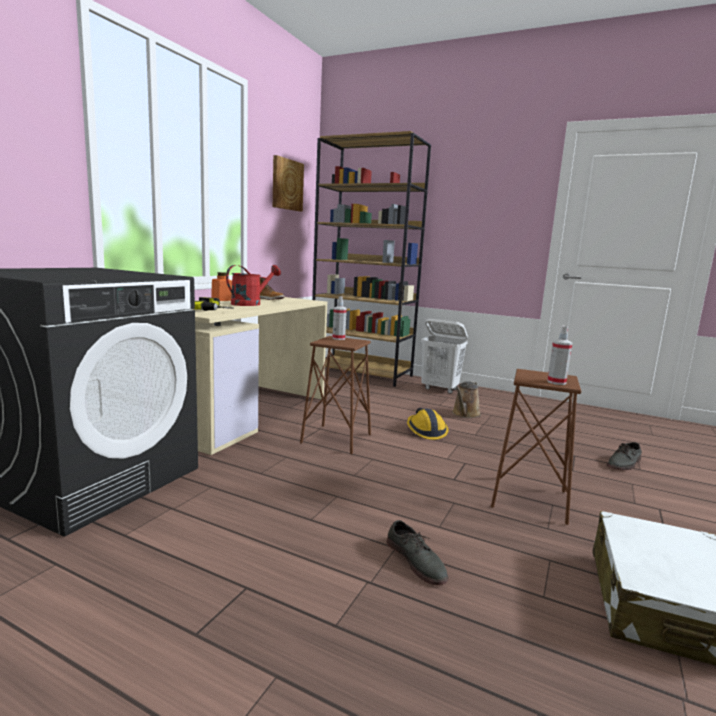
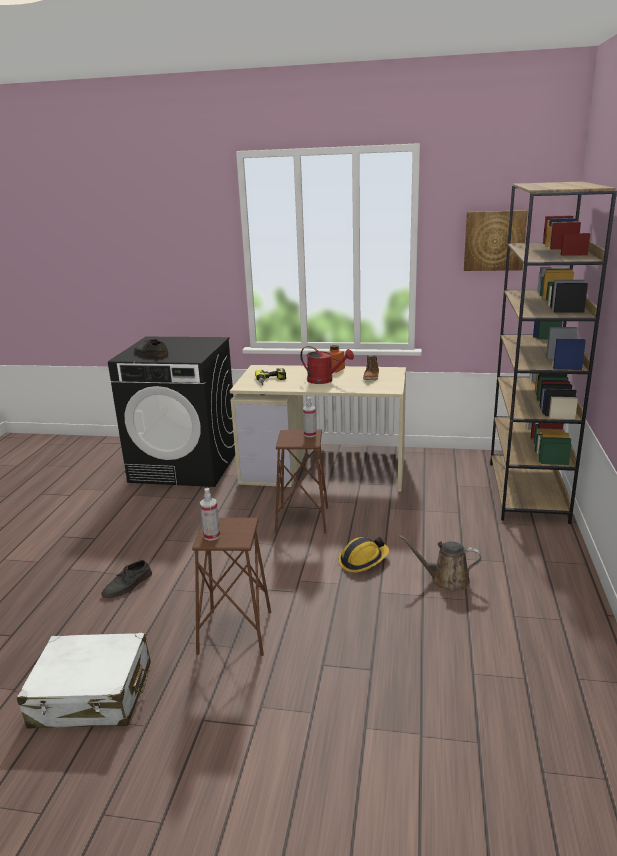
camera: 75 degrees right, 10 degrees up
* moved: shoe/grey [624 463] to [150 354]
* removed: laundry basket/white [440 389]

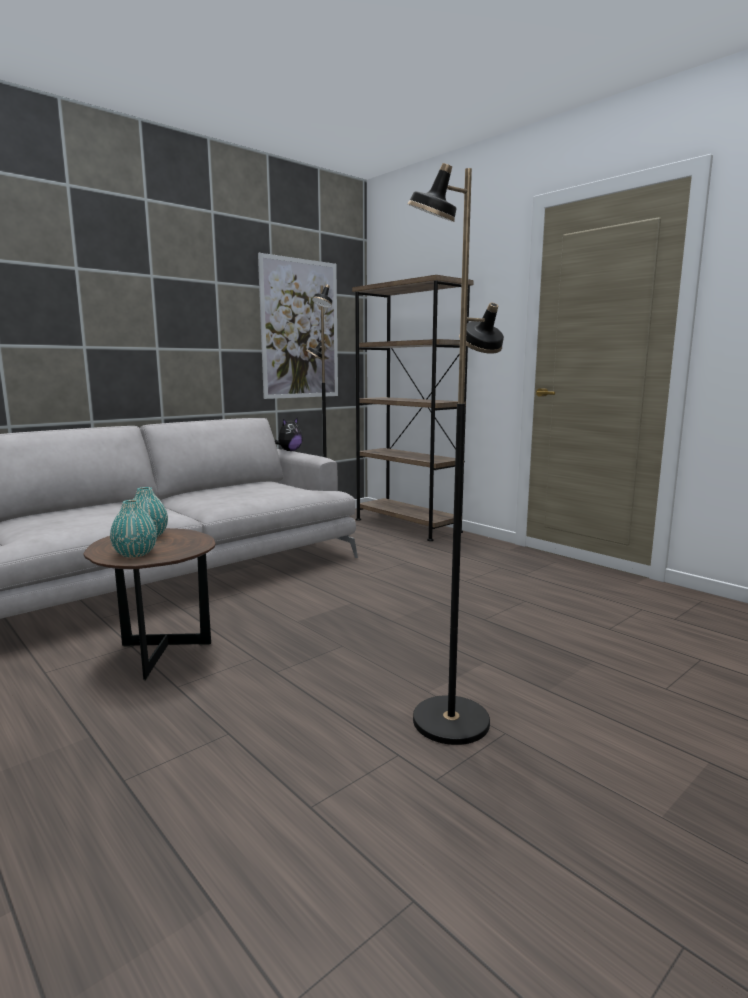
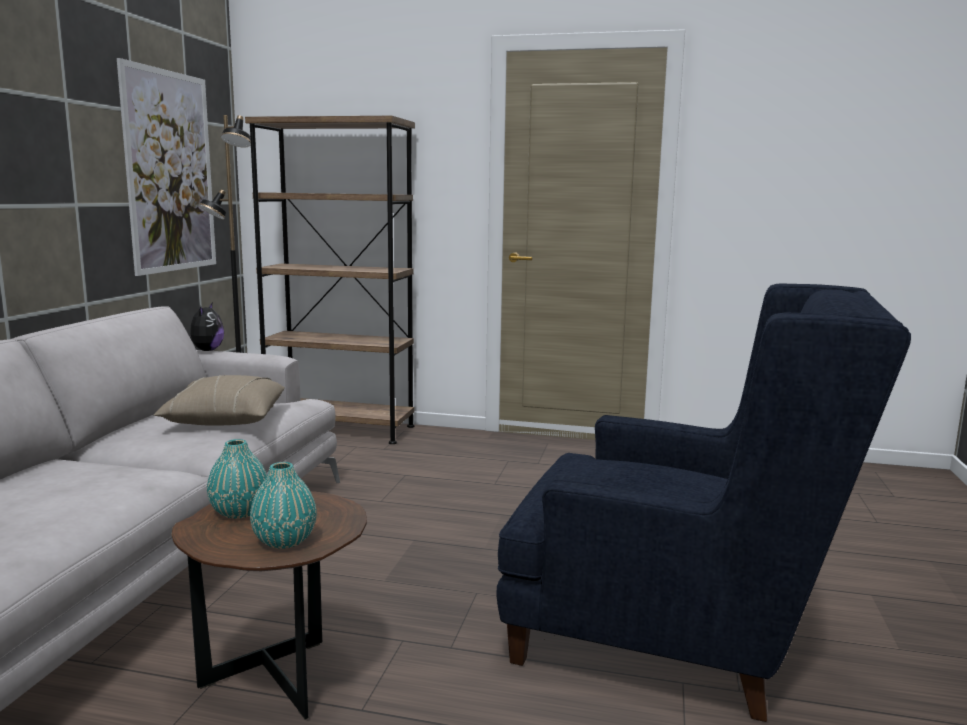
camera: 35 degrees left, 0 degrees up
* added: pillow/beige [225 419]
* replaced: floor lamp/black [449 720] to armchair/blue [676 633]

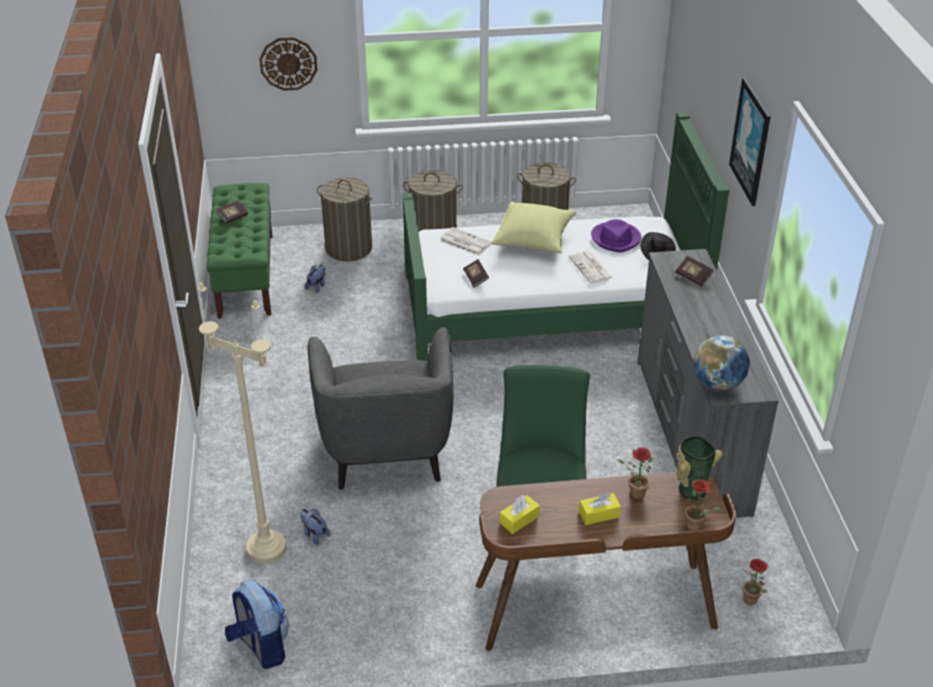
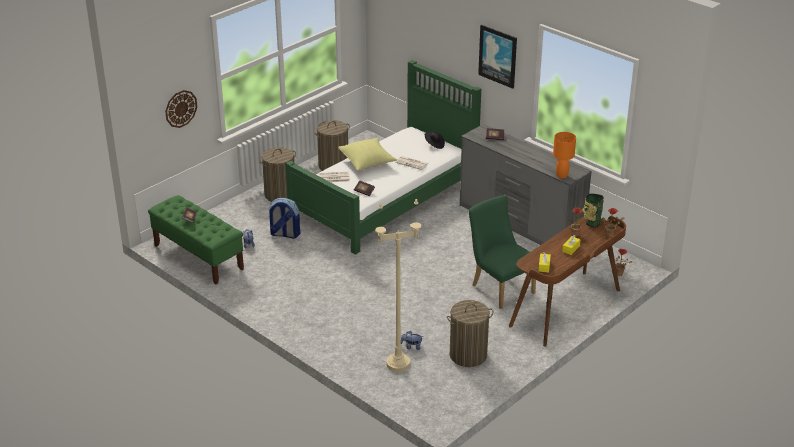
camera: 40 degrees left, 5 degrees down
* moved: backpack [261 647] to [284 234]
* moved: laundry basket [348 248] to [468 355]
* replaced: globe [718 384] to table lamp/orange [562 175]
* removed: armchair/grey [386 448]
* removed: hat/purple [616 239]

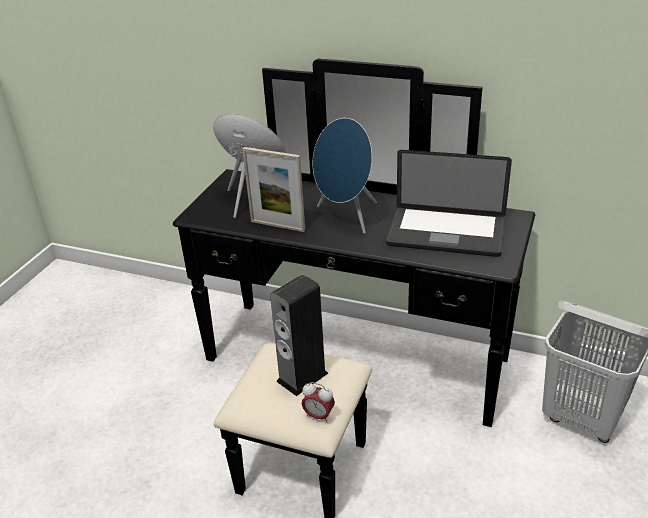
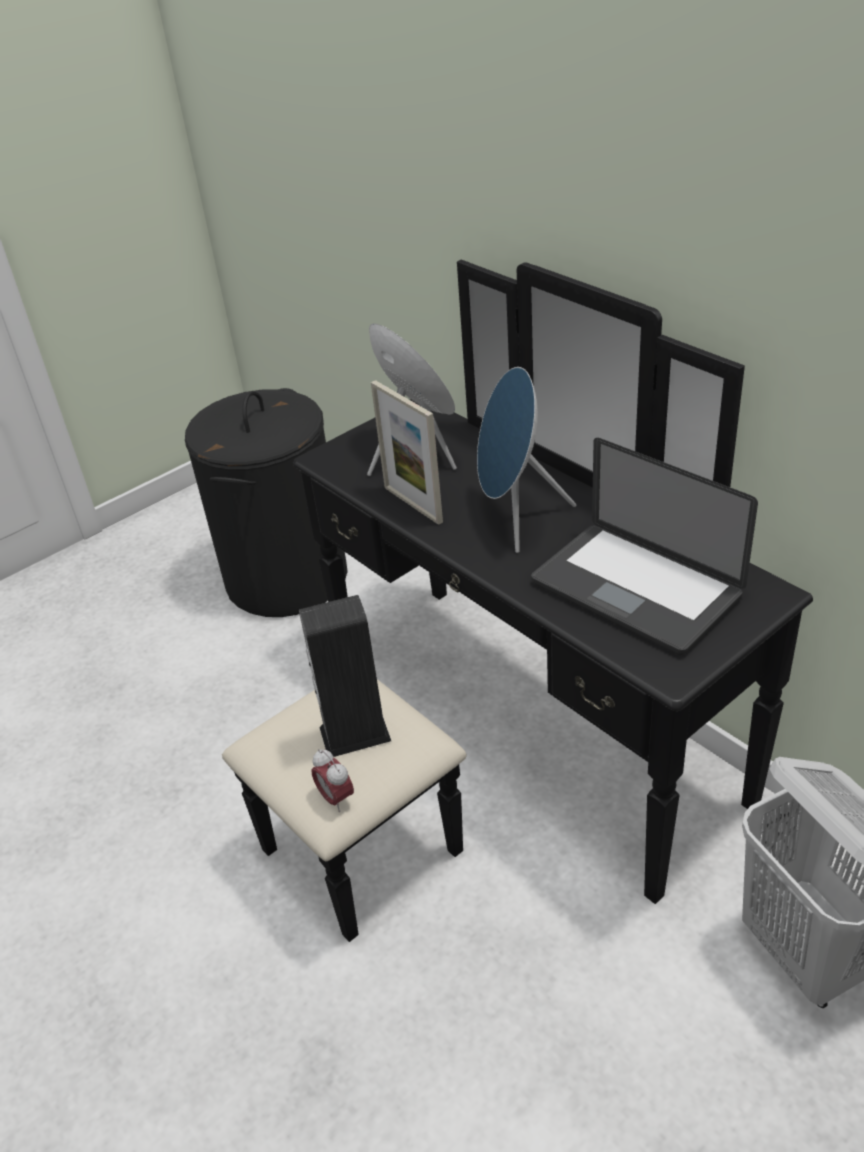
camera: 30 degrees right, 5 degrees up
* added: laundry basket/black [287 578]

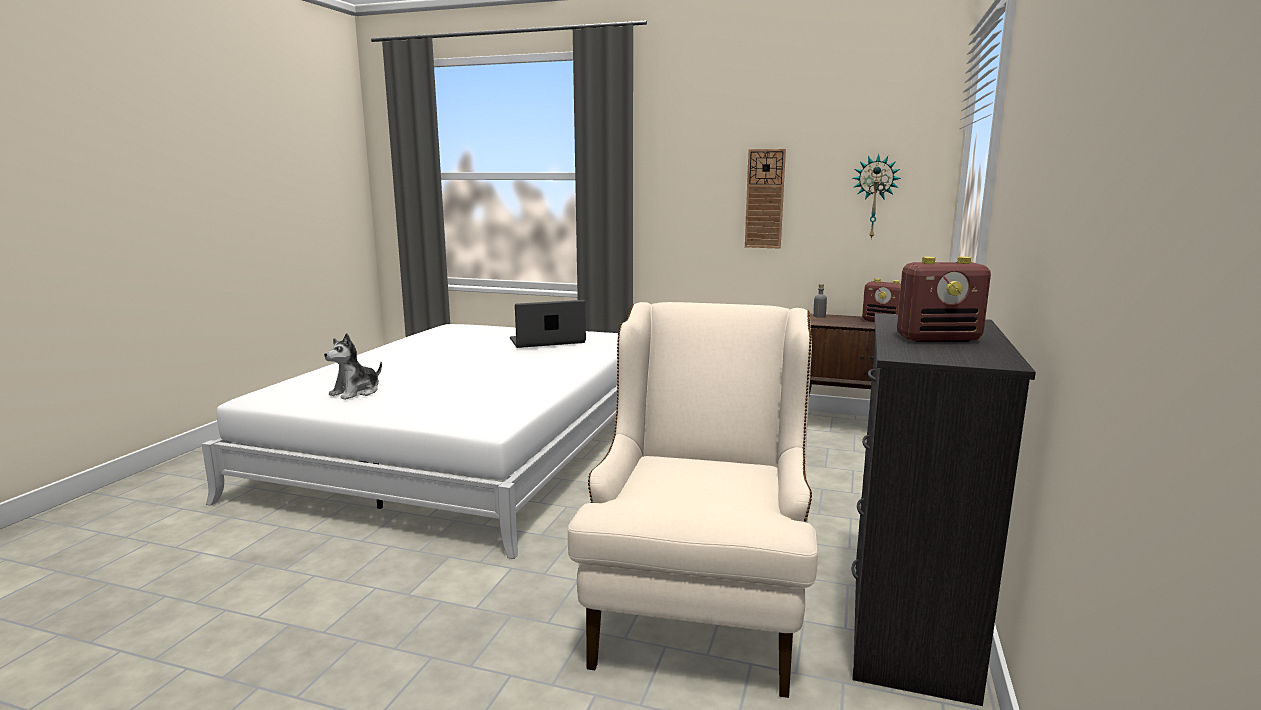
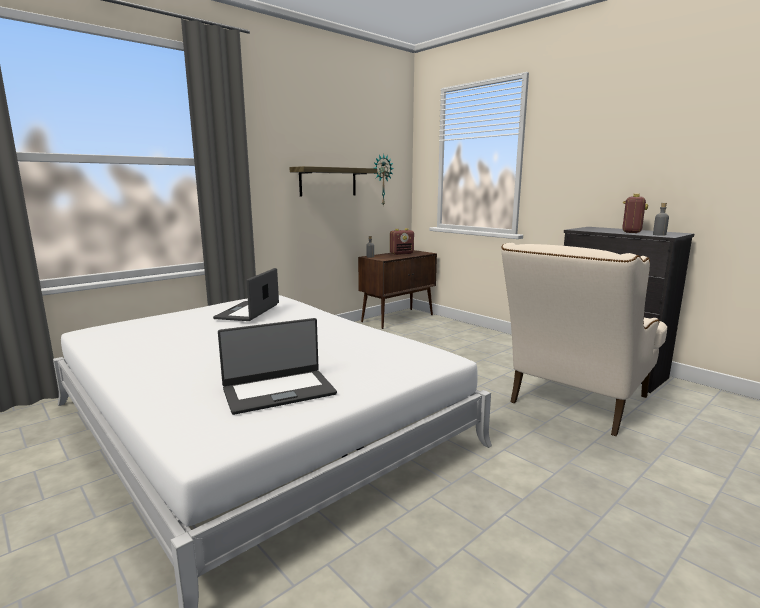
camera: 60 degrees left, 0 degrees up
* replaced: plush toy [356 392] to laptop [278 391]
* replaced: wall clock [764 199] to shelf [328 182]
* turned: armchair/beige [700 602] = [573 404] 90 degrees counterclockwise
* added: bottle/grey [659 234]

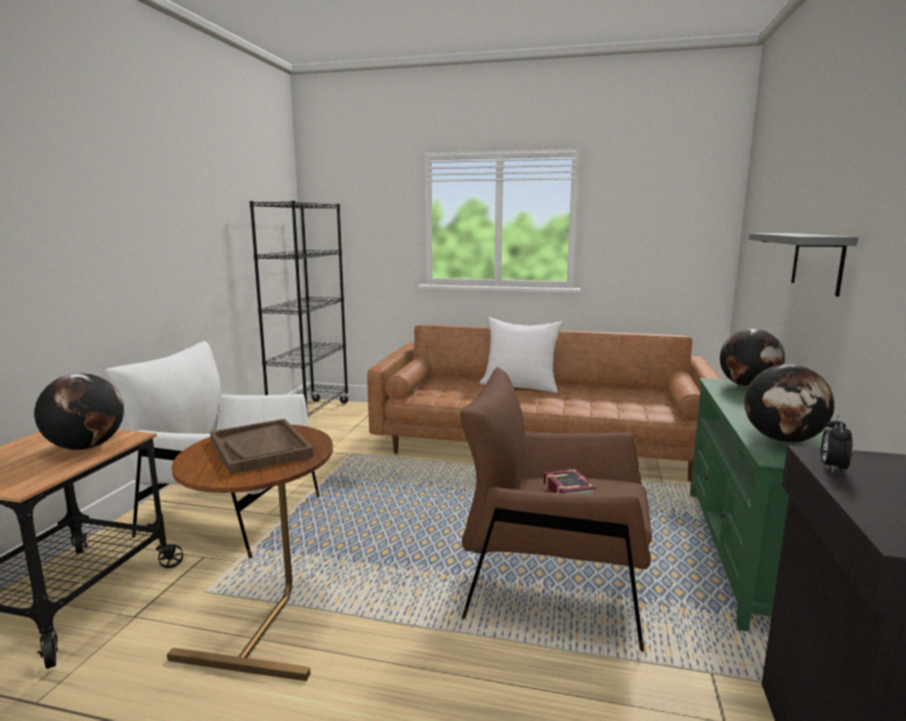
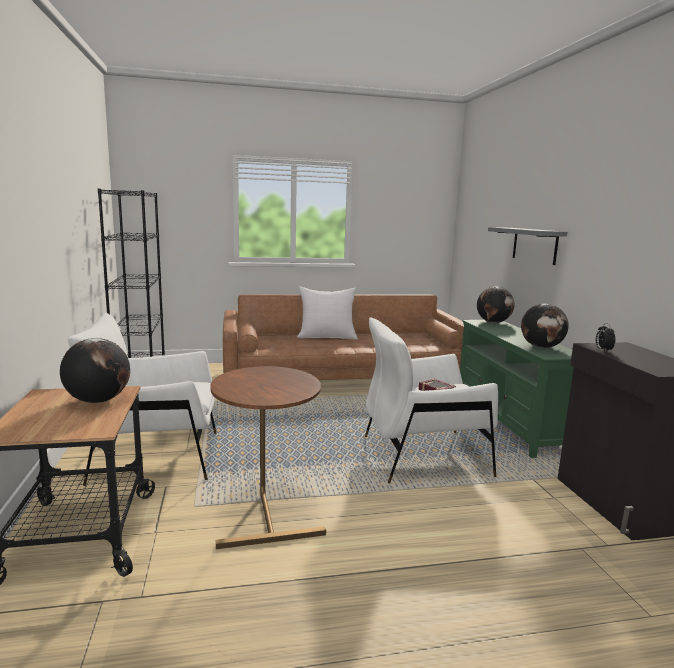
camera: 25 degrees left, 0 degrees up
* recoloured: armchair/brown [554 584] to armchair/white [423 456]
* removed: tray/brown [260 448]

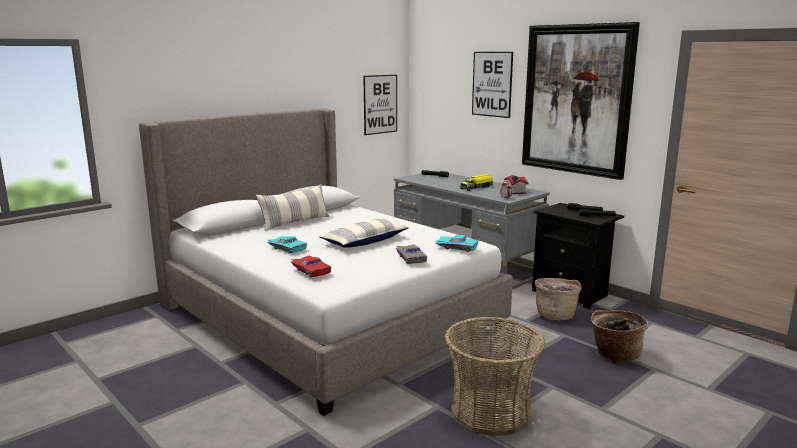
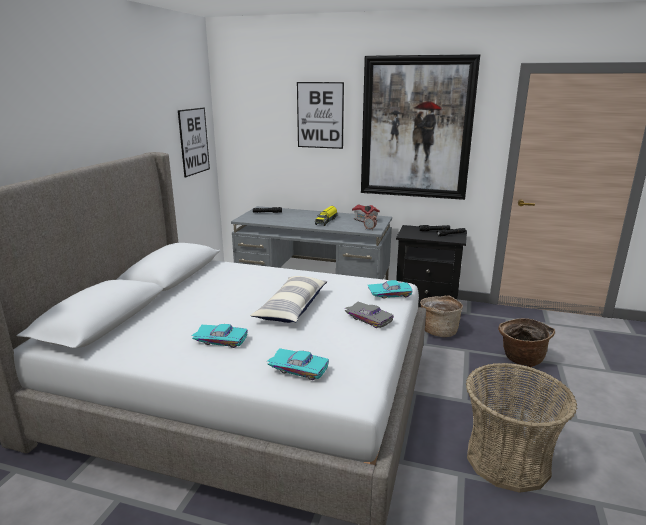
camera: 30 degrees left, 5 degrees up
* recoloured: toy car/red [312 270] to toy car/turquoise [299 368]
* removed: pillow [295 222]

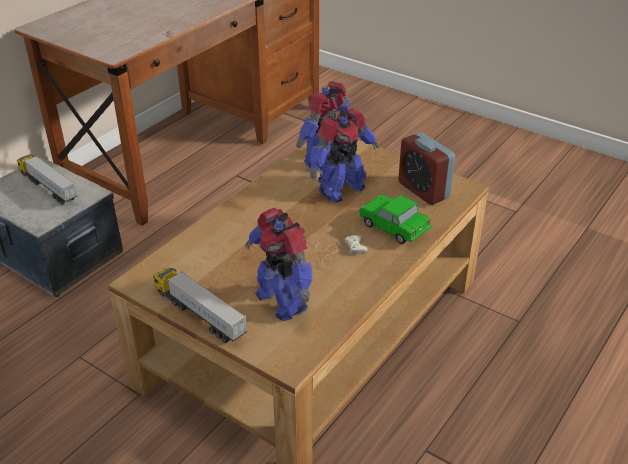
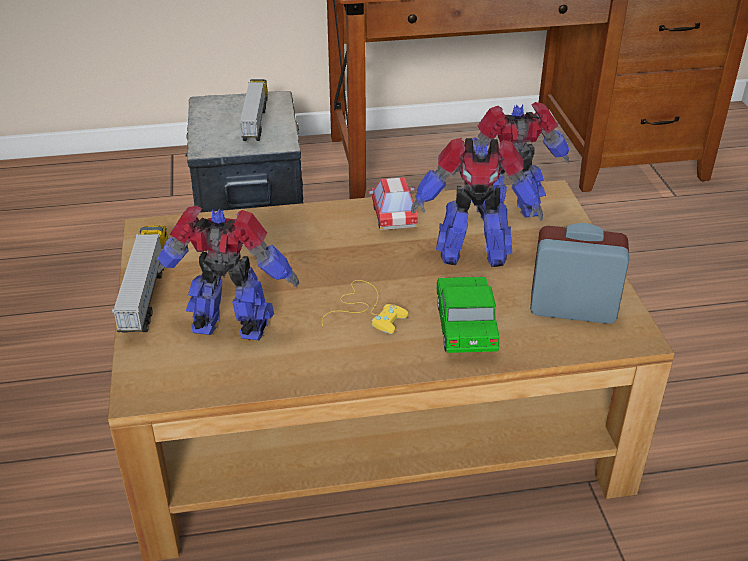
camera: 45 degrees right, 0 degrees up
* turned: toy robot [282 300] = [232 328] 90 degrees clockwise
* recoloured: game controller/white [335 248] to game controller/yellow [366 309]
* added: toy car [393 216]
* turned: alarm clock [423 190] = [572 308] 90 degrees clockwise

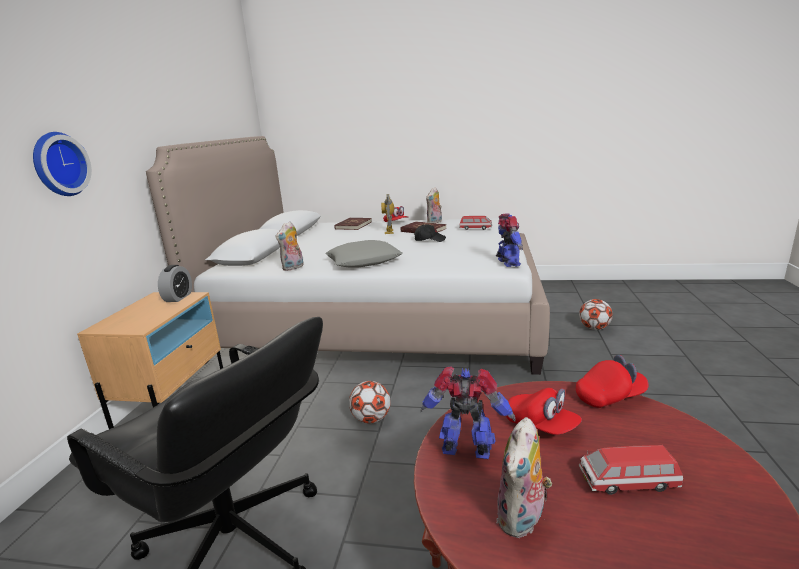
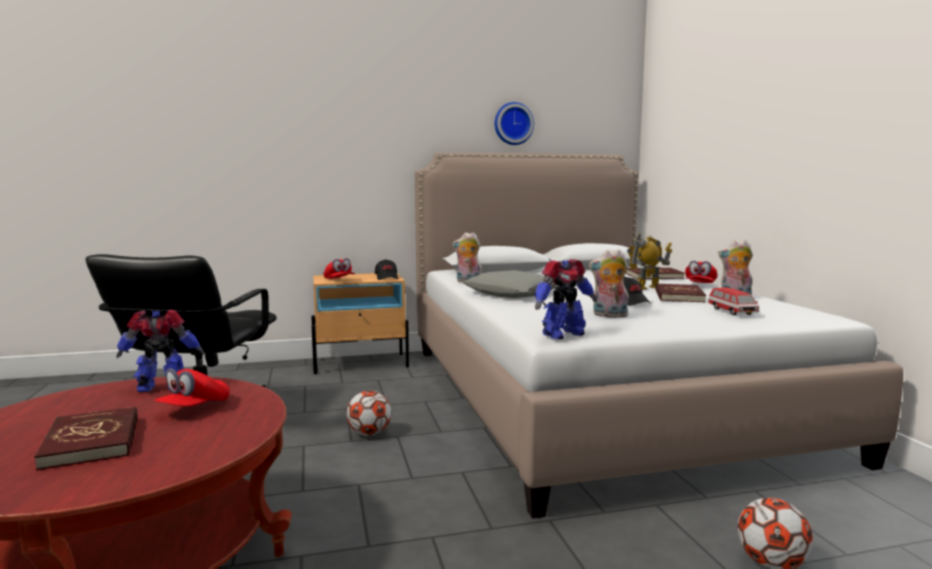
camera: 65 degrees right, 10 degrees down
* replaced: toy car [627 481] to book/red [92 441]
* turned: toy robot [467 450] = [162 388] 90 degrees counterclockwise
* moved: cap/red [610 397] to [339 280]
* replaced: alarm clock [178 297] to cap/black [387 277]
* moved: wall clock [58 164] to [513 124]
* moved: plush toy [522 520] to [609 316]

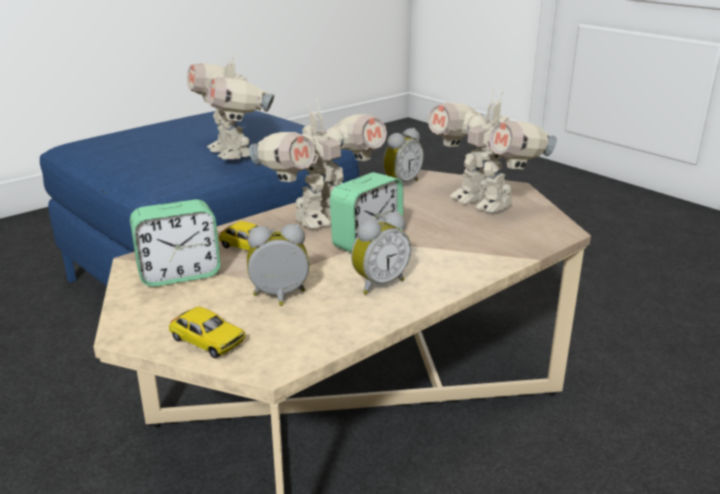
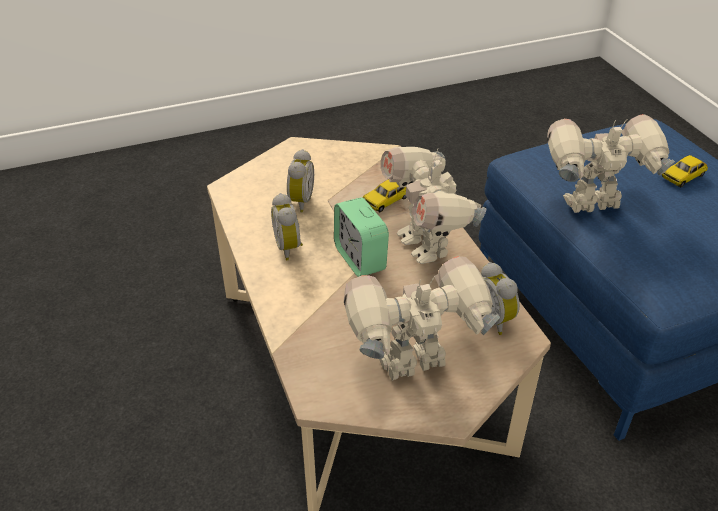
camera: 110 degrees right, 15 degrees up
* moved: toy car [208 341] to [682 176]
* removed: alarm clock [179 274]

